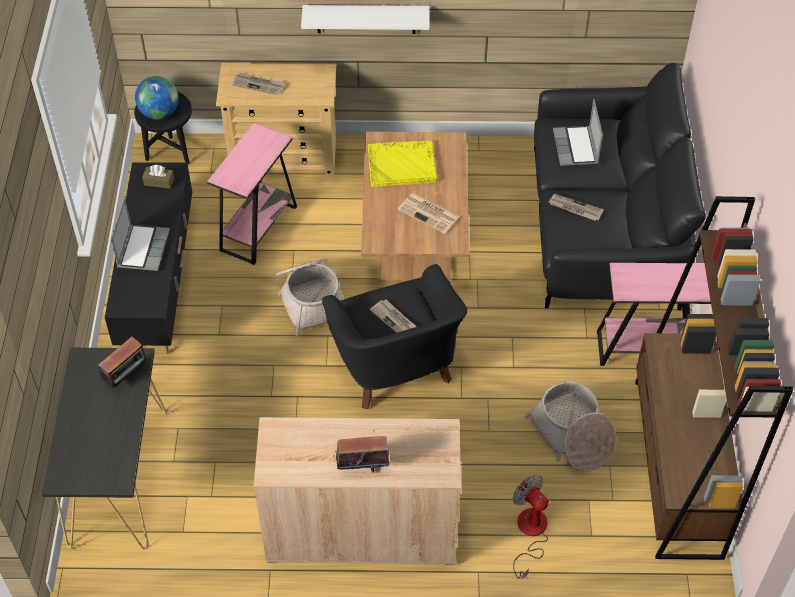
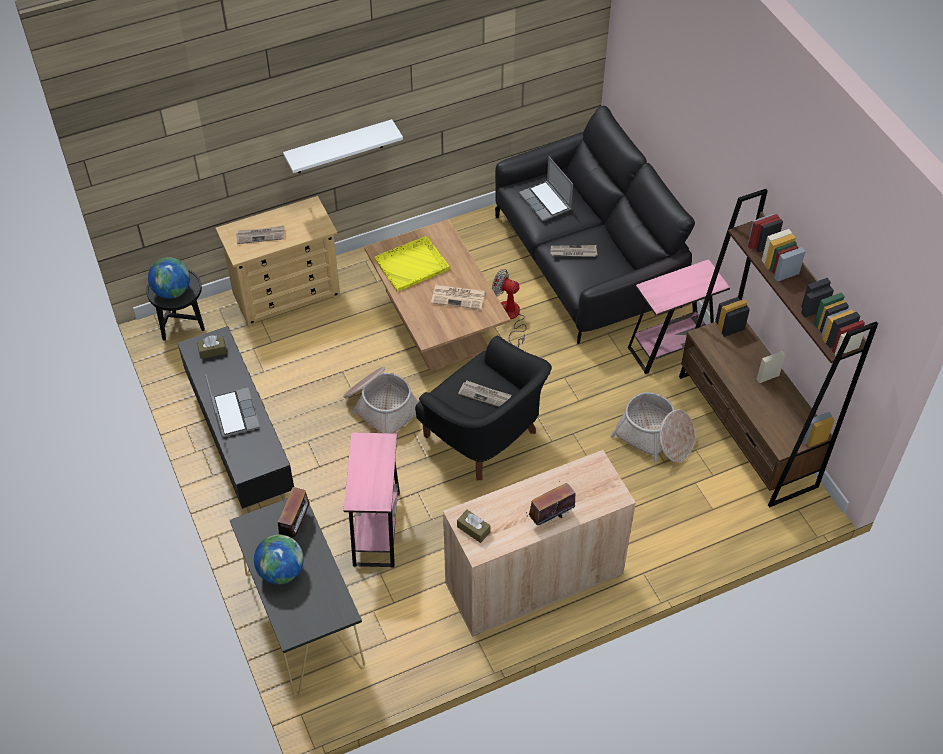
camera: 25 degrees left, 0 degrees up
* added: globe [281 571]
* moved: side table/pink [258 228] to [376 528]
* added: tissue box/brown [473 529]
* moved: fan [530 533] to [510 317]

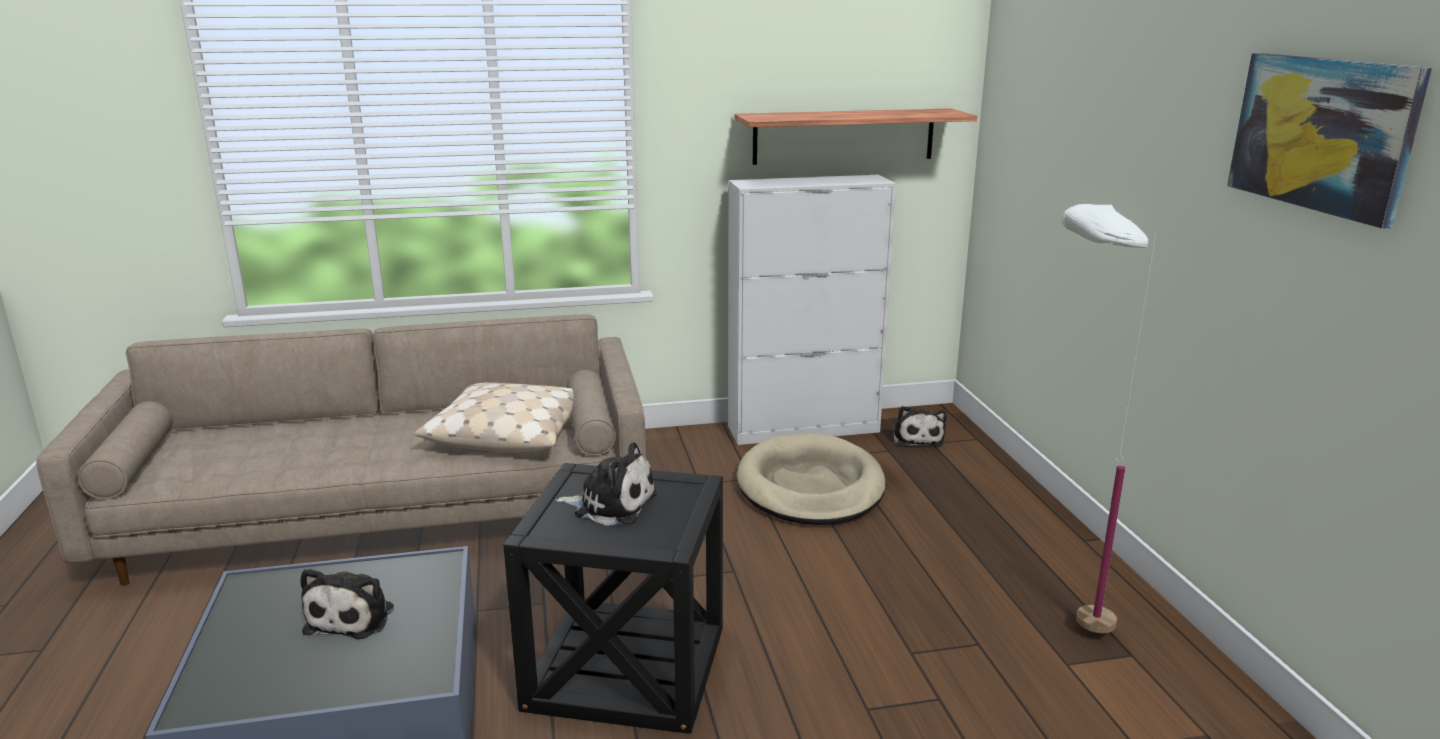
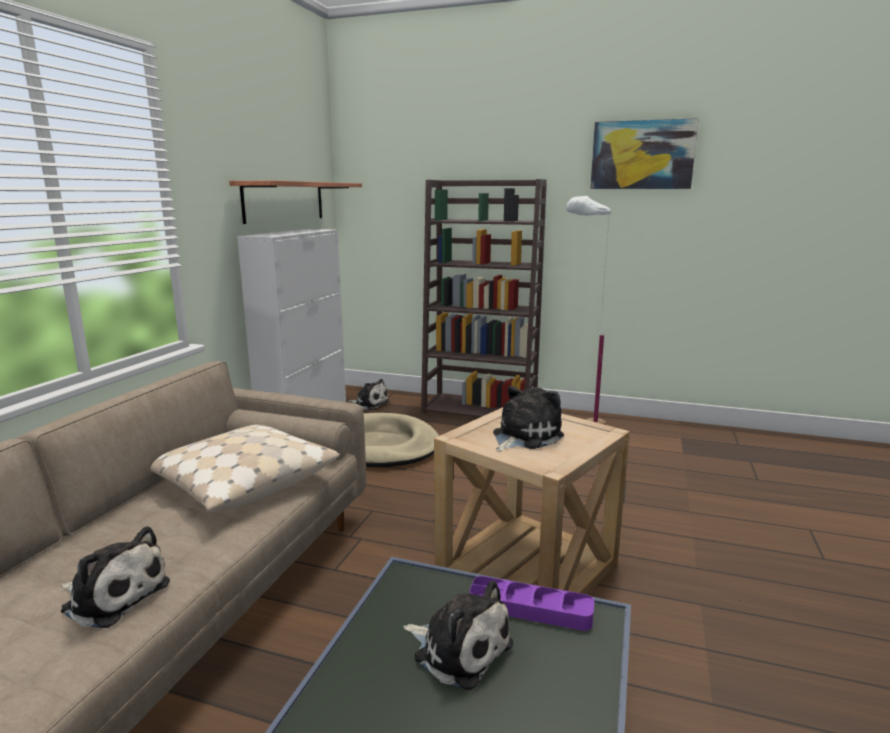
camera: 60 degrees left, 5 degrees down
* added: plush toy [113 596]
* added: bookcase/brown [481 409]
* recoloured: side table/black [626 667] to side table/beige [527 569]
* added: tray/purple [530 609]

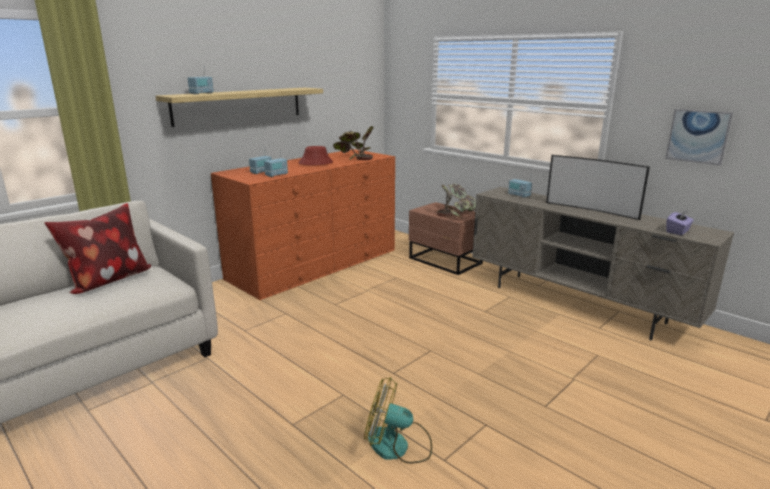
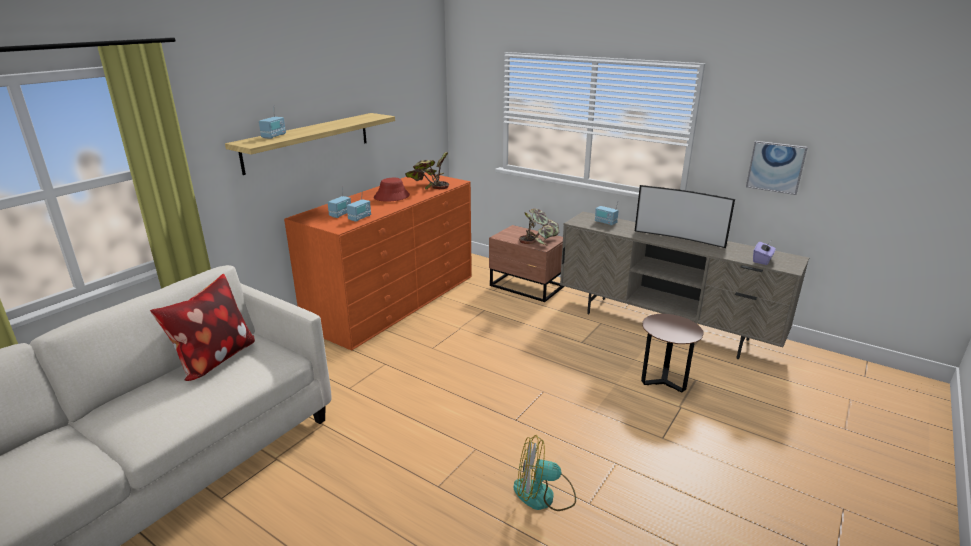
camera: 10 degrees left, 5 degrees up
* added: side table/brown [664 382]

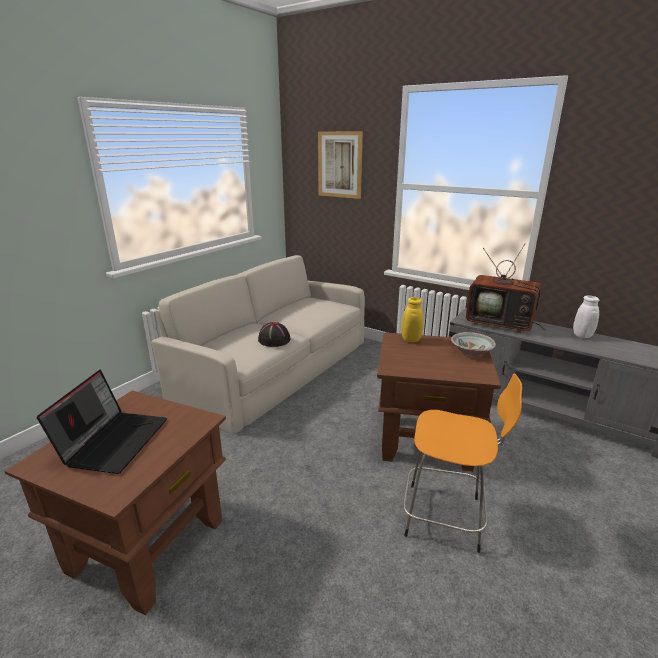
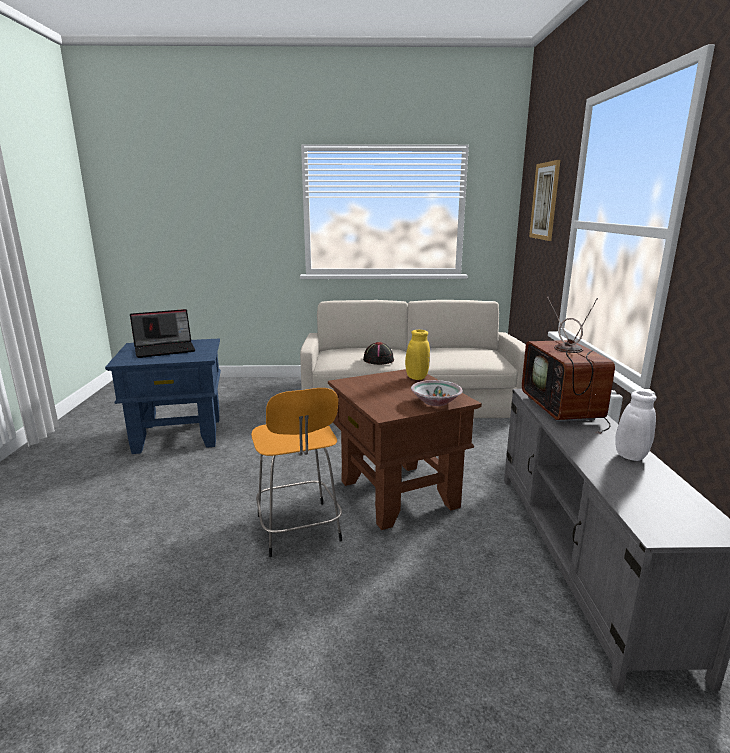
camera: 55 degrees right, 5 degrees down
* recoloured: side table/brown [149 545] to side table/blue [179 435]

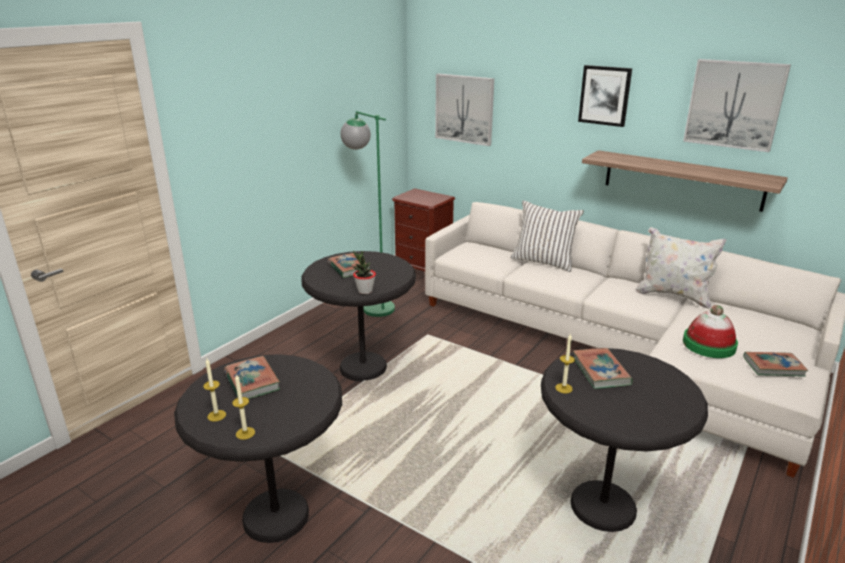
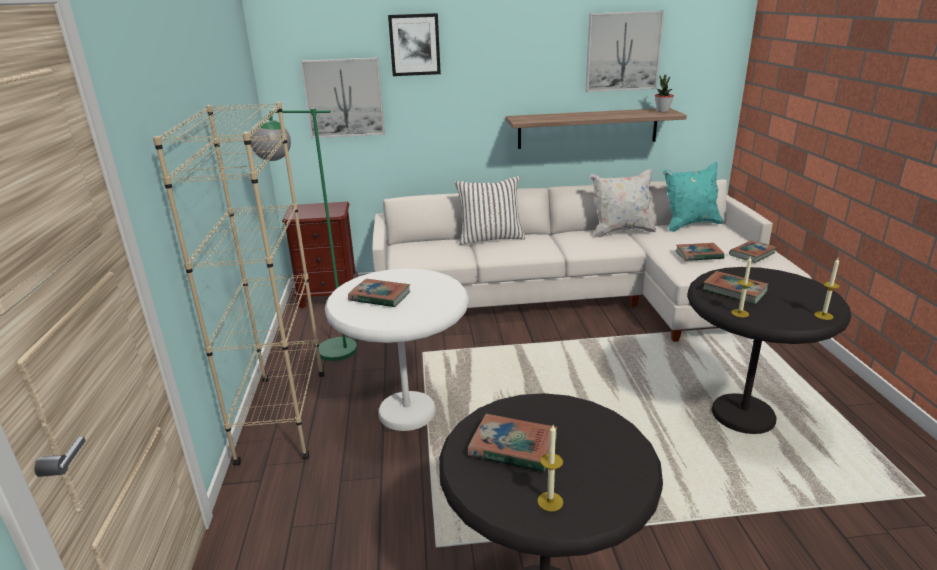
camera: 40 degrees left, 0 degrees up
* added: bookcase/beige [283 417]
* recoloured: side table/black [363 368] to side table/white [407 412]
* moved: picture [604 95] to [414 45]
* moved: potted plant [365 291] to [662 111]
* added: pillow/turquoise [689 225]
* replaced: hat [709 344] to book [699 255]
* moved: candle [245 433] to [823 315]

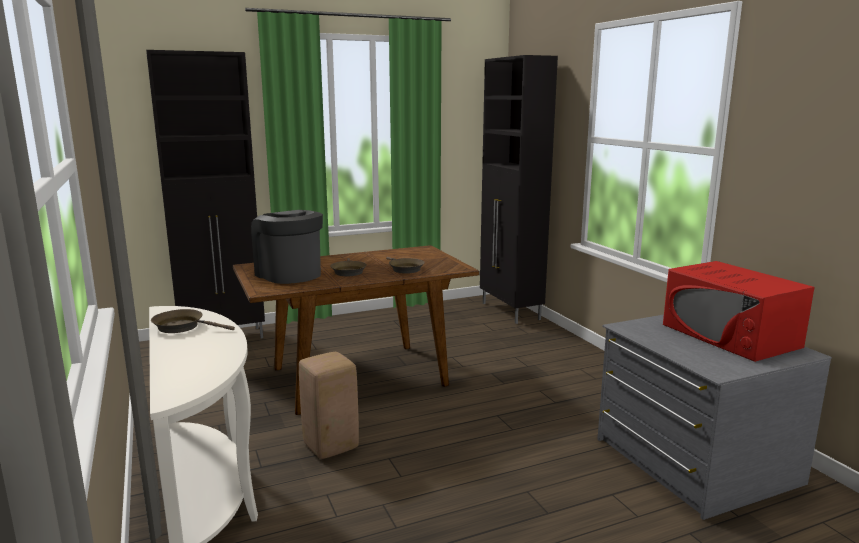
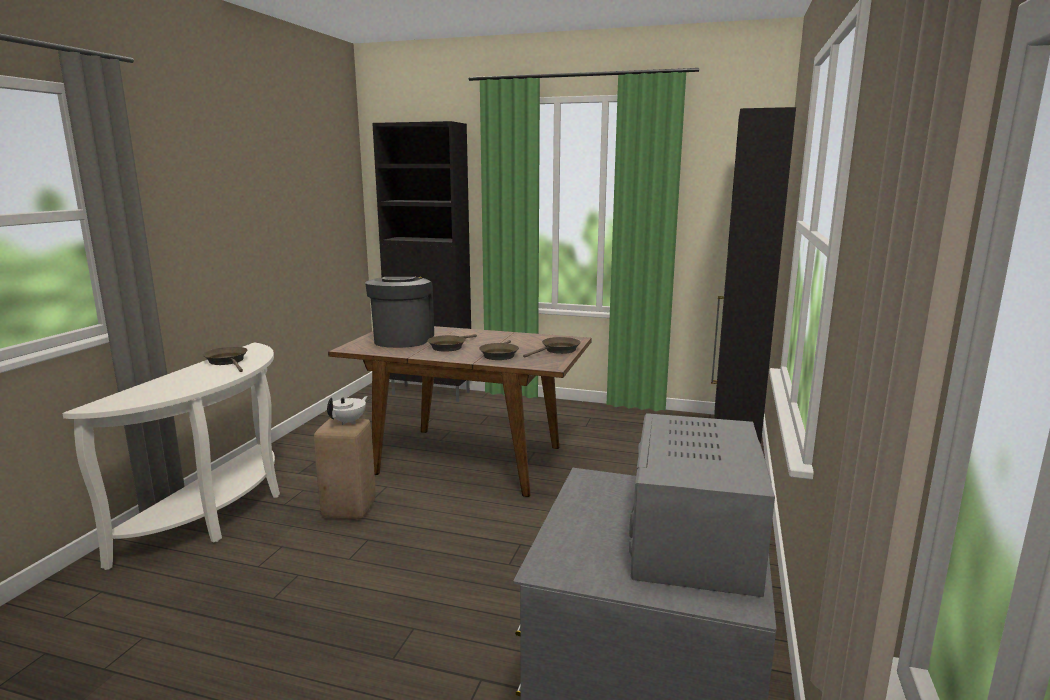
camera: 40 degrees right, 0 degrees up
* added: teapot/white [349 421]
* added: frying pan/brown [558 350]
* recoloured: microwave/red [730 336] to microwave/grey [693 537]

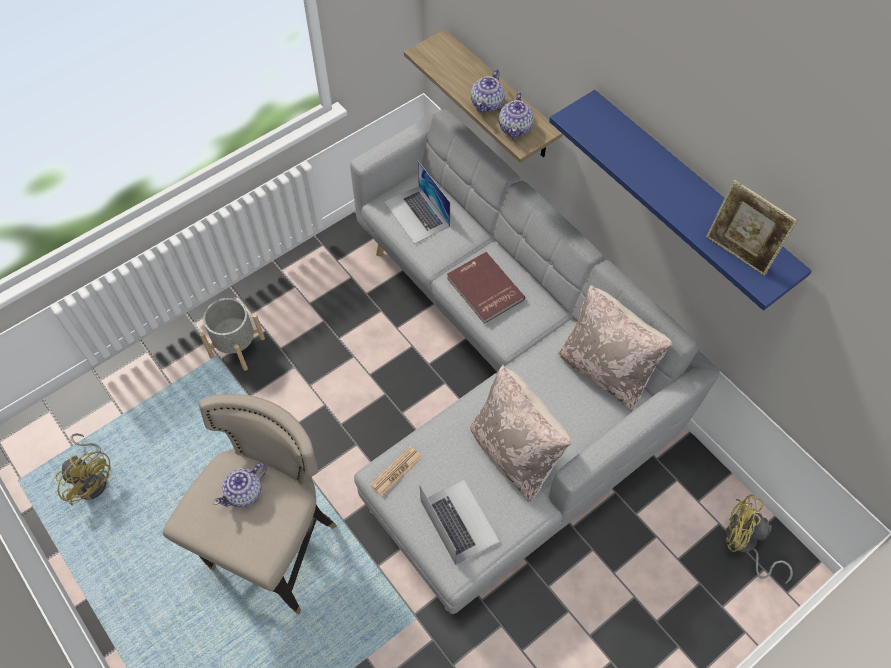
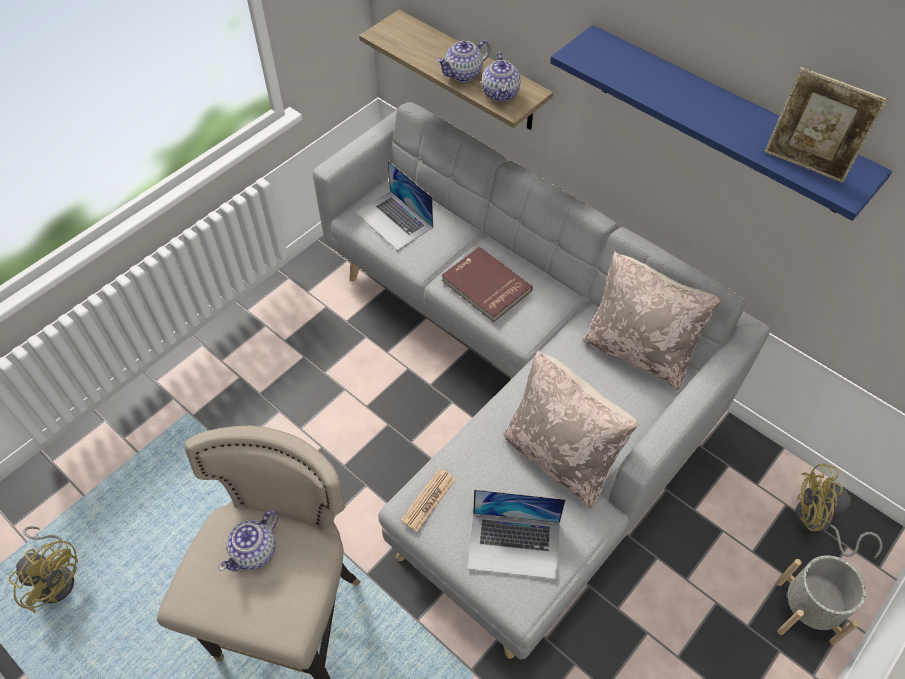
camera: 10 degrees left, 5 degrees down
* turned: teapot [488 103] = [464 74] 45 degrees clockwise
* turned: laptop [459 521] = [514 545] 135 degrees clockwise
* moved: planter/grey [237 347] to [804 611]

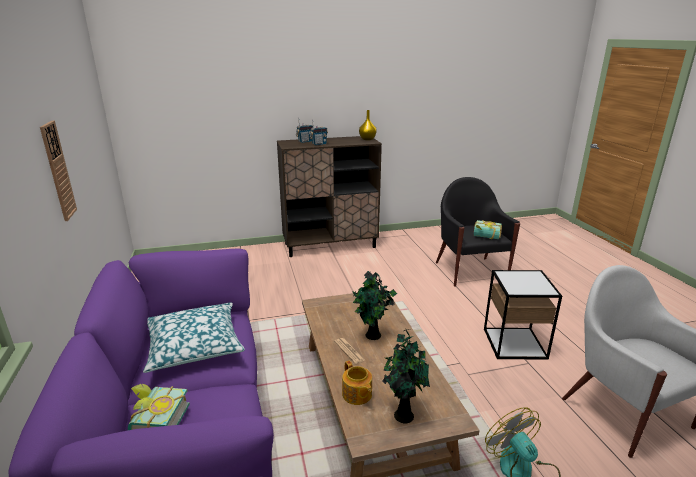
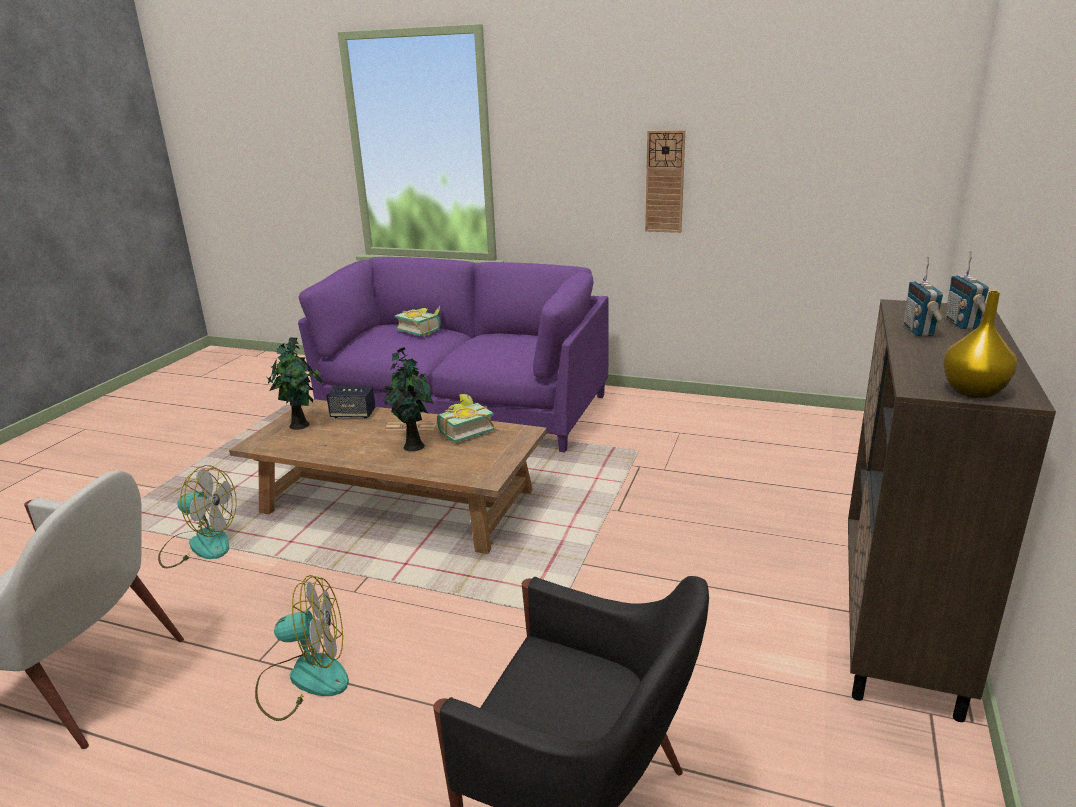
camera: 125 degrees right, 0 degrees up
* replaced: side table [514 343] to fan [304 679]
* replaced: teapot [357 395] to speaker [353 414]
* moved: book [486 237] to [463 431]
* removed: pillow [194 345]

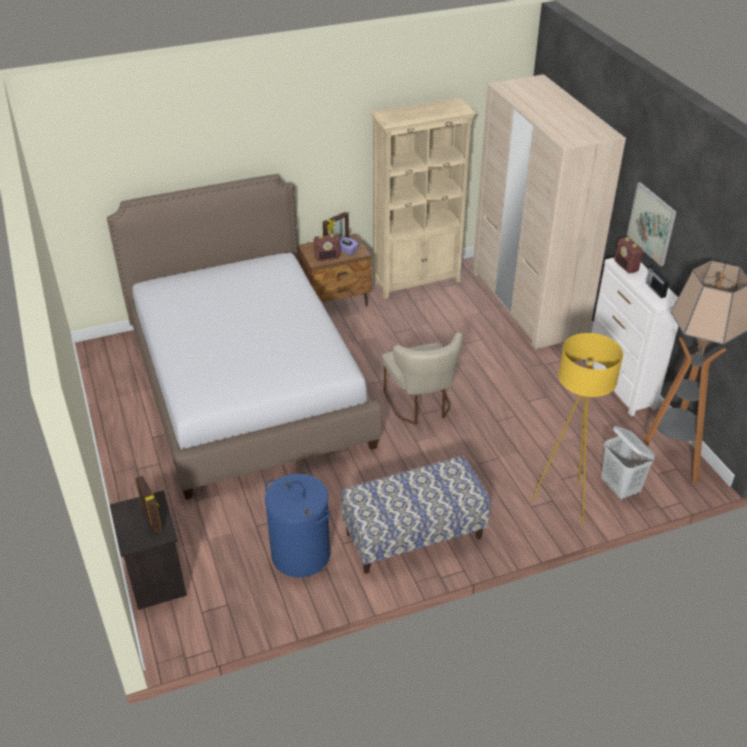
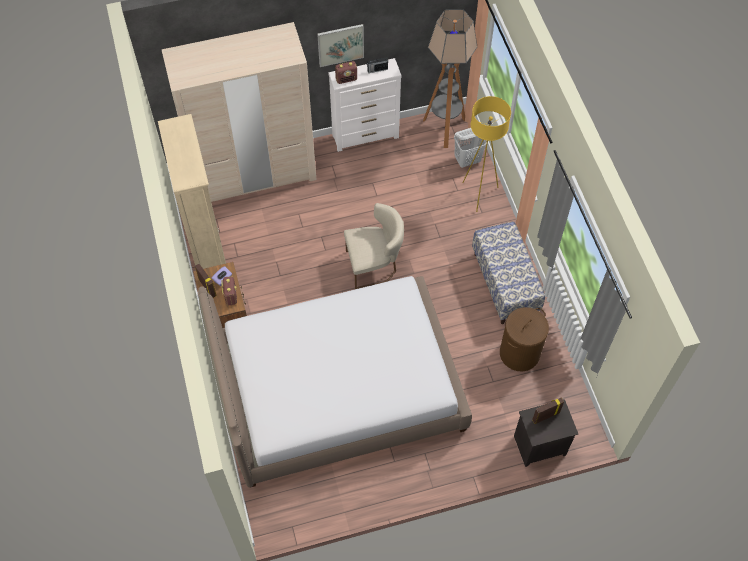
camera: 85 degrees left, 20 degrees up
* recoloured: laundry basket/blue [301 554] to laundry basket/brown [519 353]

